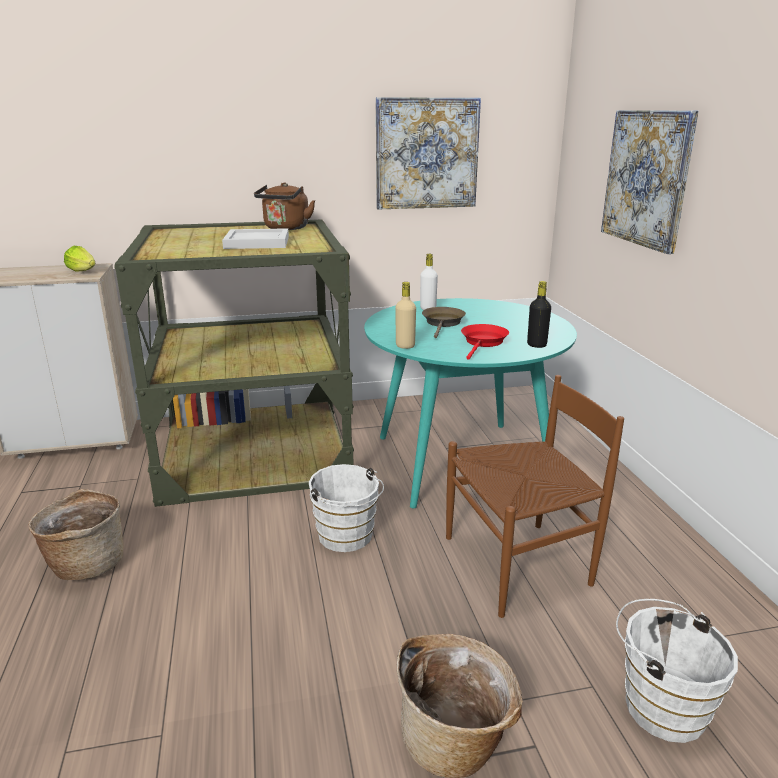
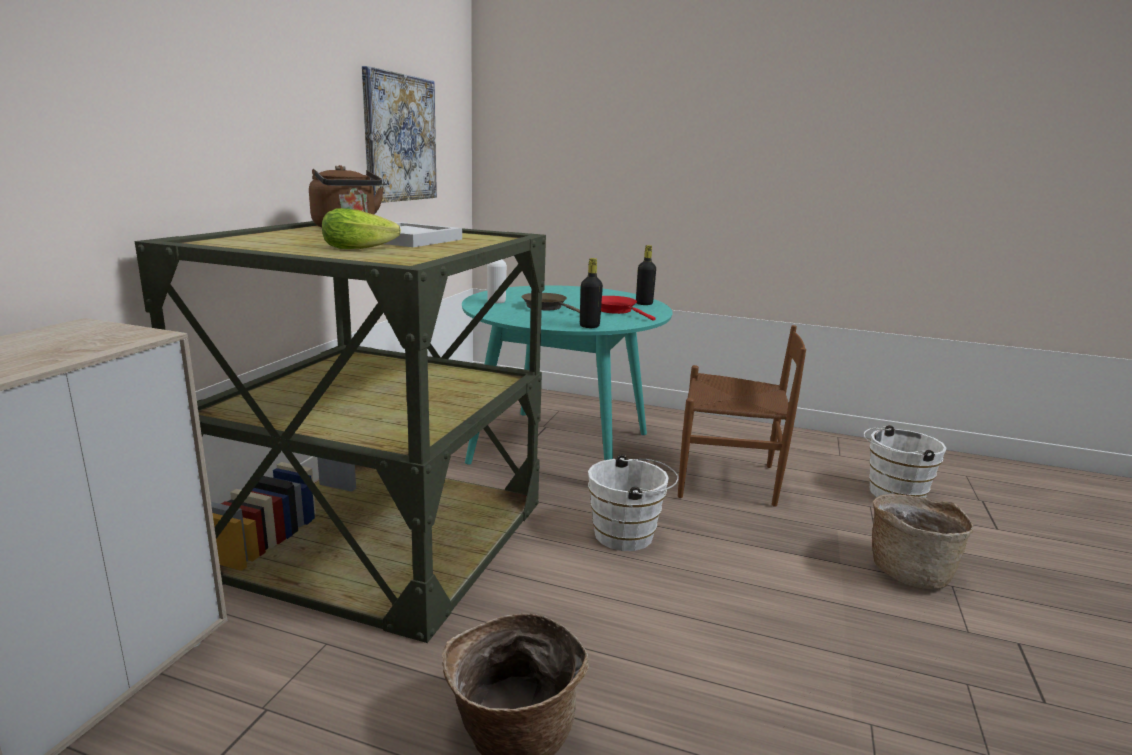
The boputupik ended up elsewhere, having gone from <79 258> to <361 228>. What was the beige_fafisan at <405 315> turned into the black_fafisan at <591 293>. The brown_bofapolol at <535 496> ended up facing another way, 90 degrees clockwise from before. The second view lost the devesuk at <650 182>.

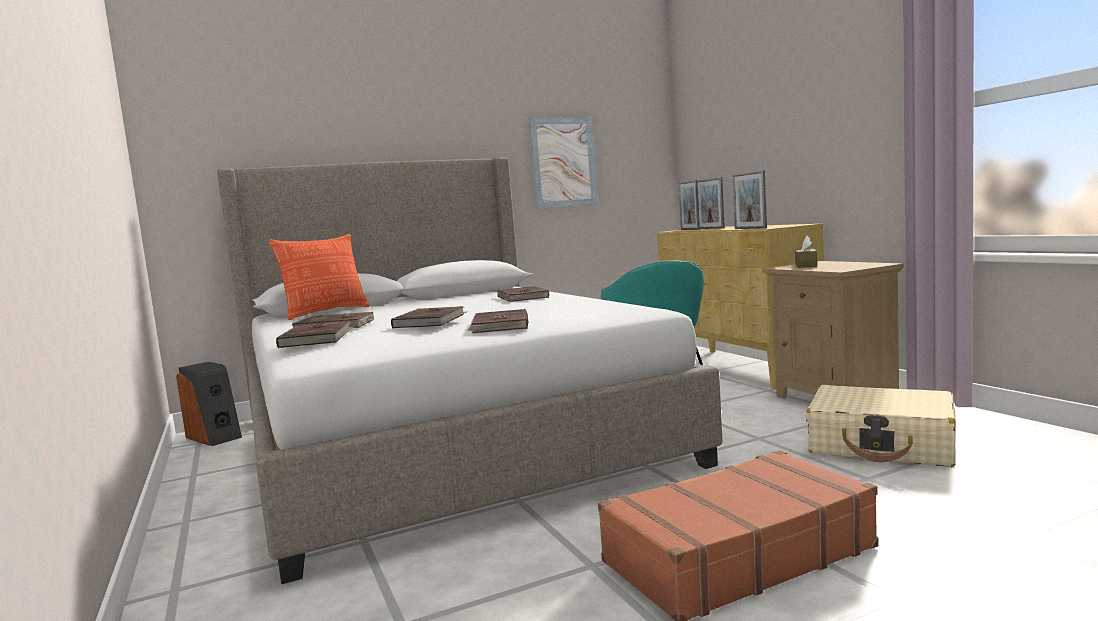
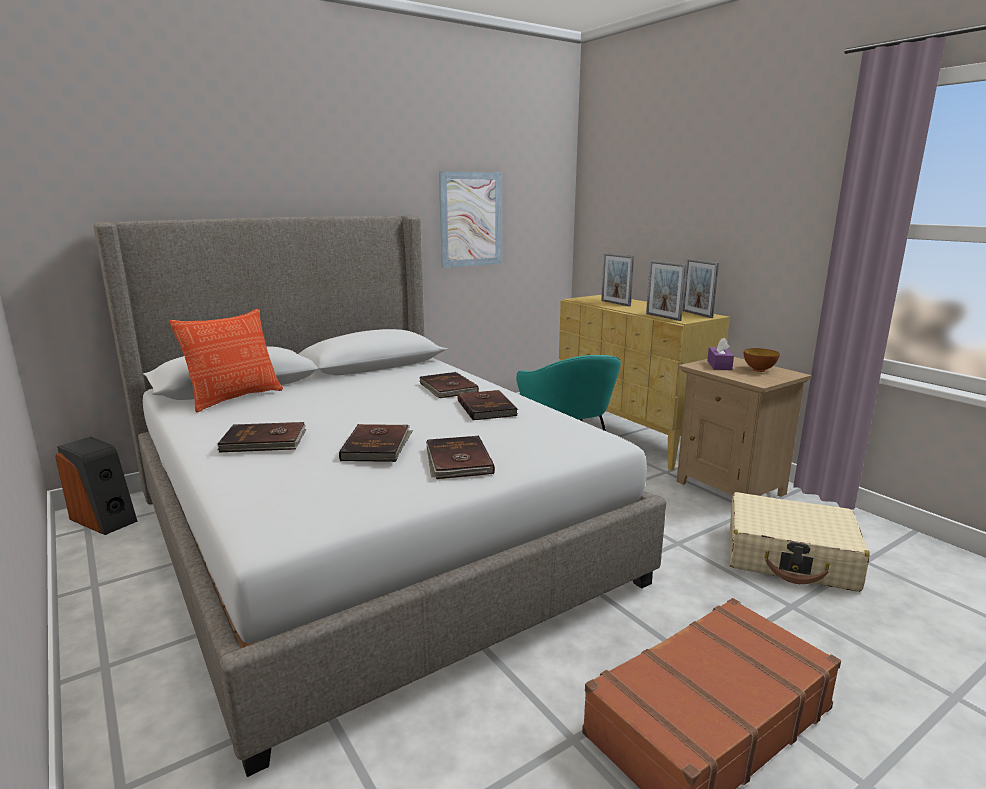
The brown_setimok ended up elsewhere, having gone from <314 334> to <487 405>. The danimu ended up elsewhere, having gone from <689 205> to <700 288>. What was the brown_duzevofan at <806 252> turned into the purple_duzevofan at <720 354>. The second view gained the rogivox at <762 360>.

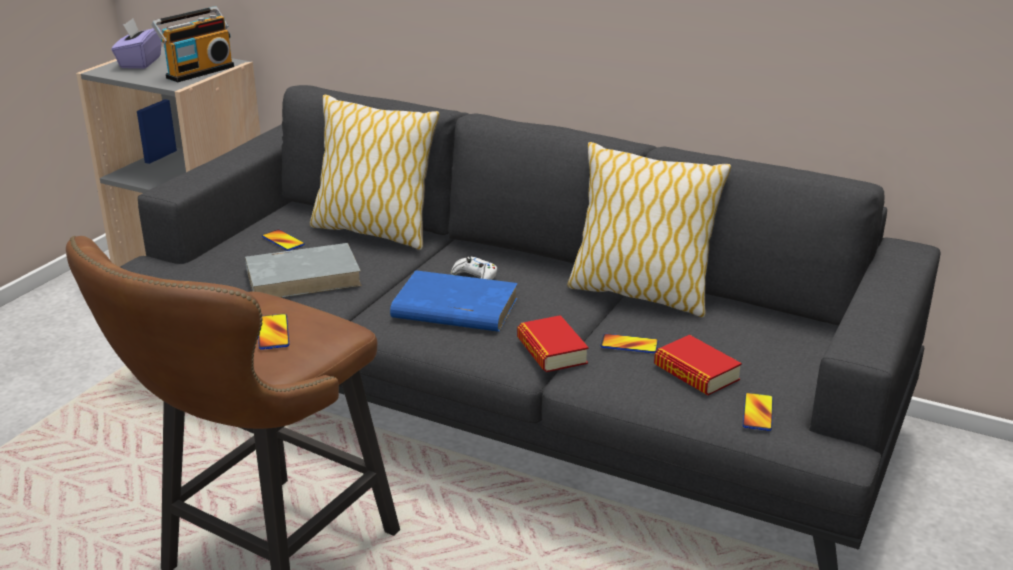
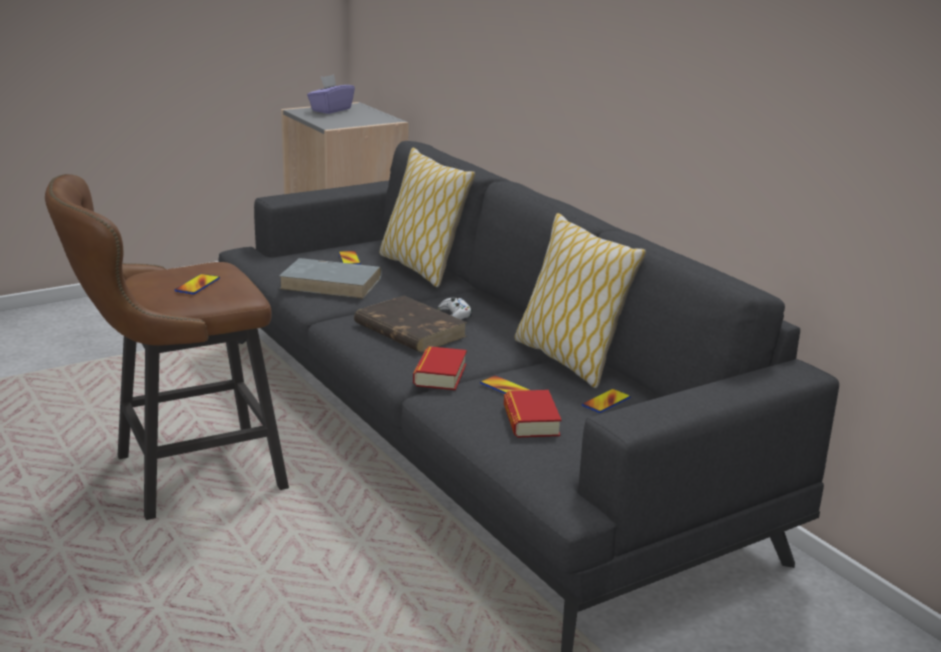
The second view lost the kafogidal at <192 44>. What was the blue_setimok at <454 301> turned into the brown_setimok at <410 324>. The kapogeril ended up elsewhere, having gone from <758 412> to <606 401>.

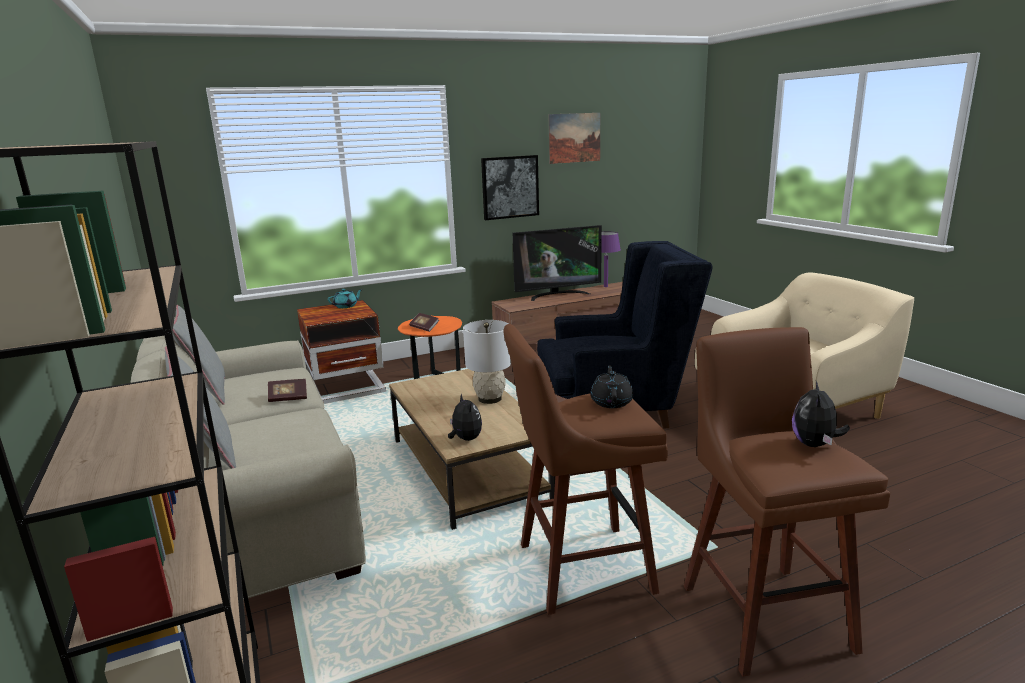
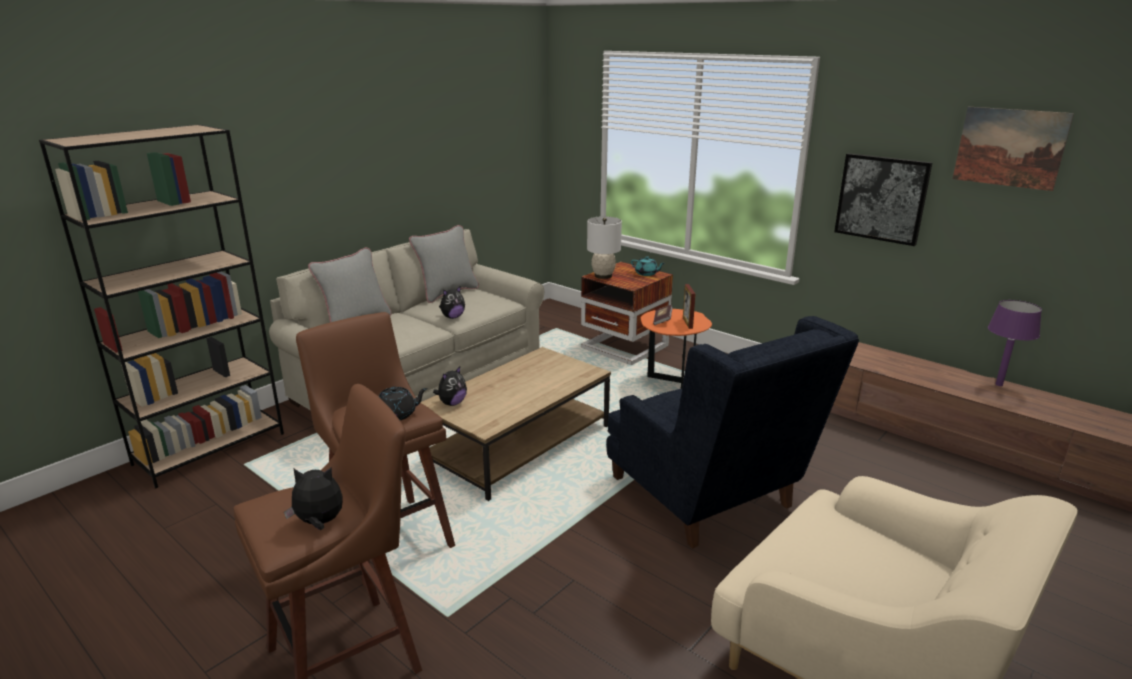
Where the setimok stood at <287 390>, the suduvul came to stand at <452 303>. The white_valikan ended up elsewhere, having gone from <487 362> to <604 247>. The second view lost the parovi at <557 263>. The second view gained the danimu at <689 306>.

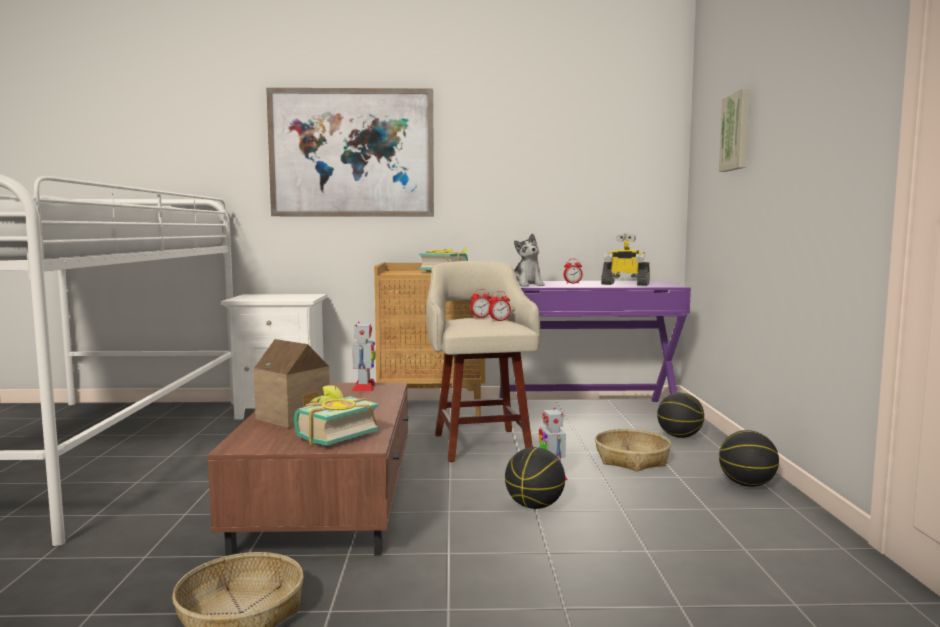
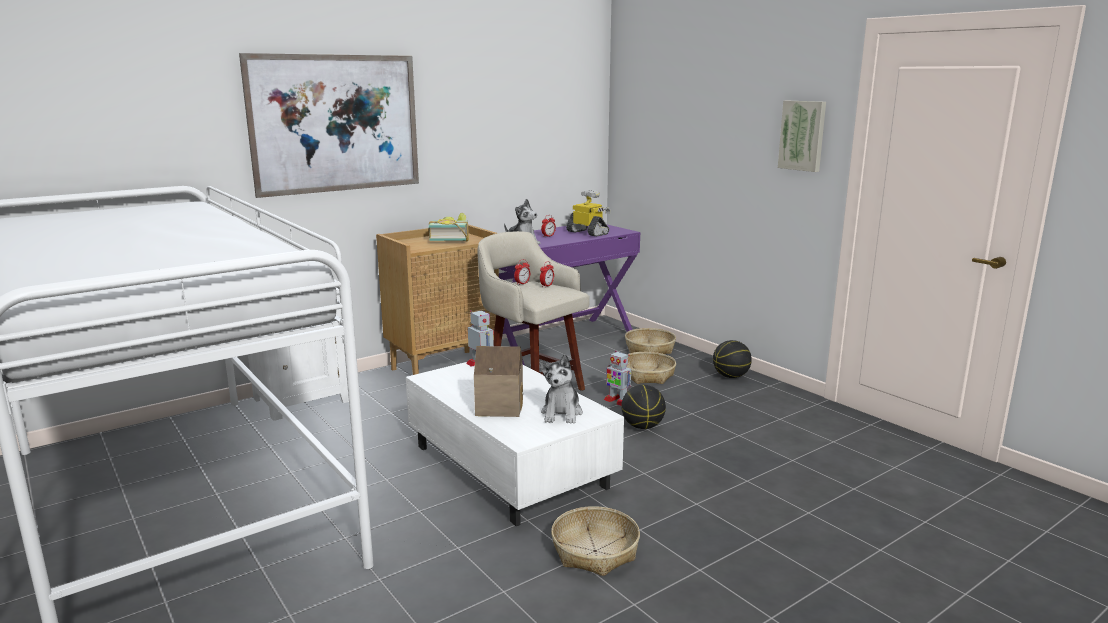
What was the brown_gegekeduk at <308 469> turned into the white_gegekeduk at <515 444>. Where the setimok stood at <336 415>, the suduvul came to stand at <561 389>. The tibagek at <625 259> ended up facing another way, 120 degrees counterclockwise from before. Where the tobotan stood at <680 415>, the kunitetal came to stand at <650 341>. The devesuk ended up elsewhere, having gone from <734 130> to <802 136>.

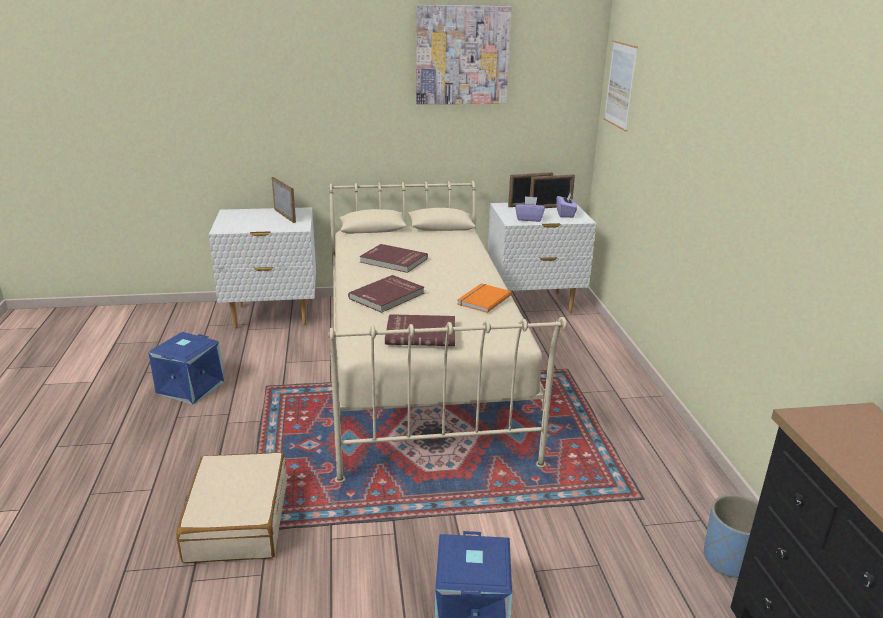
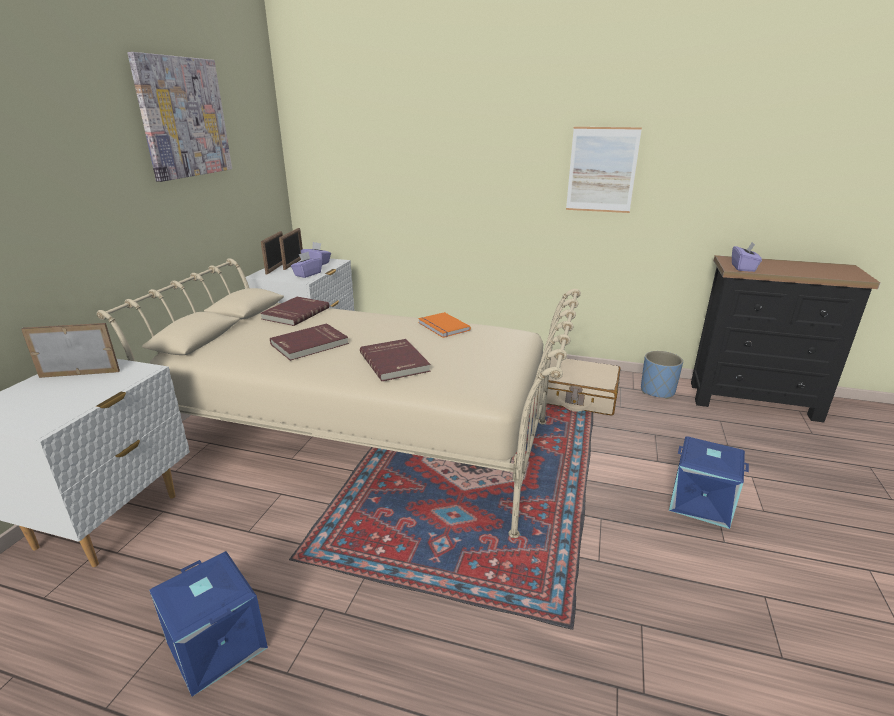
The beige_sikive ended up elsewhere, having gone from <231 507> to <579 386>. The red_setimok ended up elsewhere, having gone from <420 330> to <294 311>. The devesuk ended up elsewhere, having gone from <621 86> to <604 170>. The second view gained the purple_duzevofan at <747 257>.

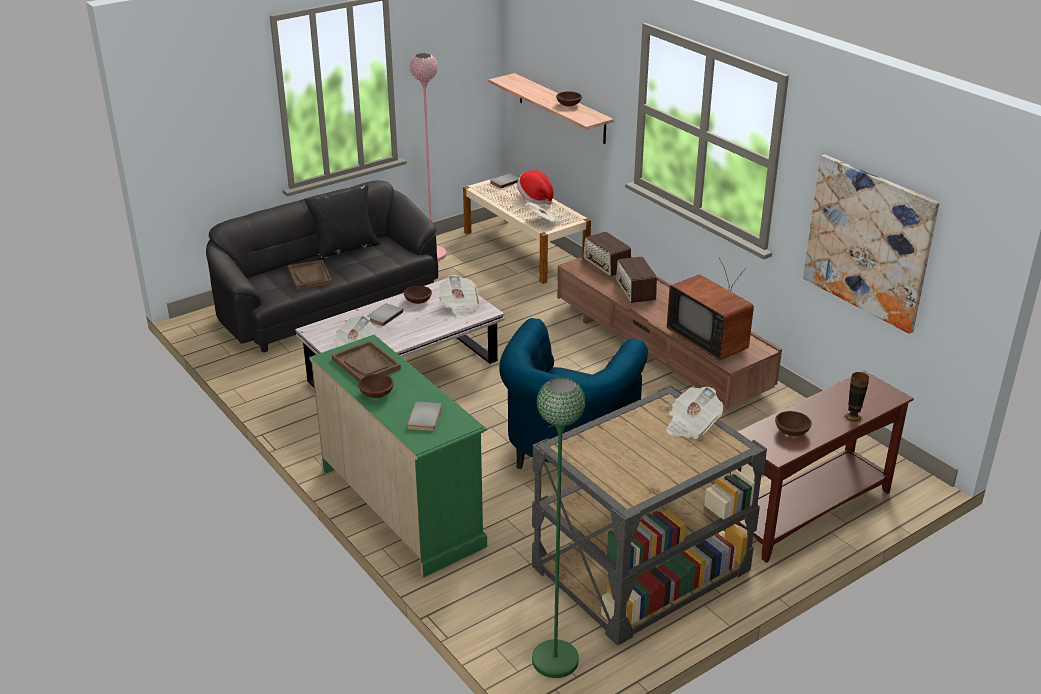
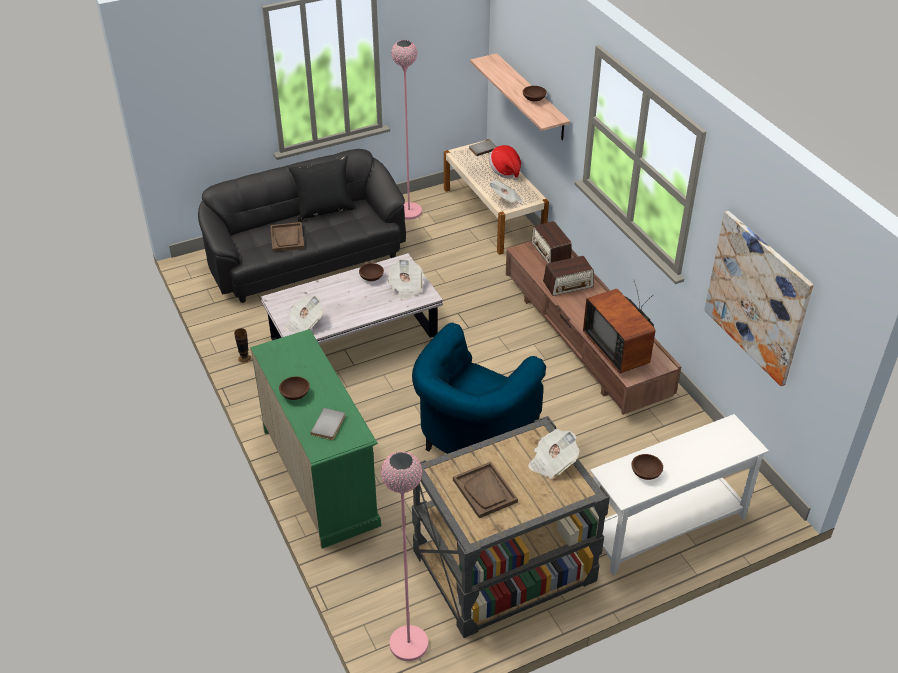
The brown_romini ended up elsewhere, having gone from <366 361> to <485 490>. The second view lost the grey_setimok at <385 314>. What was the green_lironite at <558 527> turned into the pink_lironite at <404 556>. The kafogidal at <636 279> ended up facing another way, 105 degrees counterclockwise from before. What was the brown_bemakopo at <819 467> turned into the white_bemakopo at <679 495>. The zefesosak ended up elsewhere, having gone from <856 398> to <243 346>.

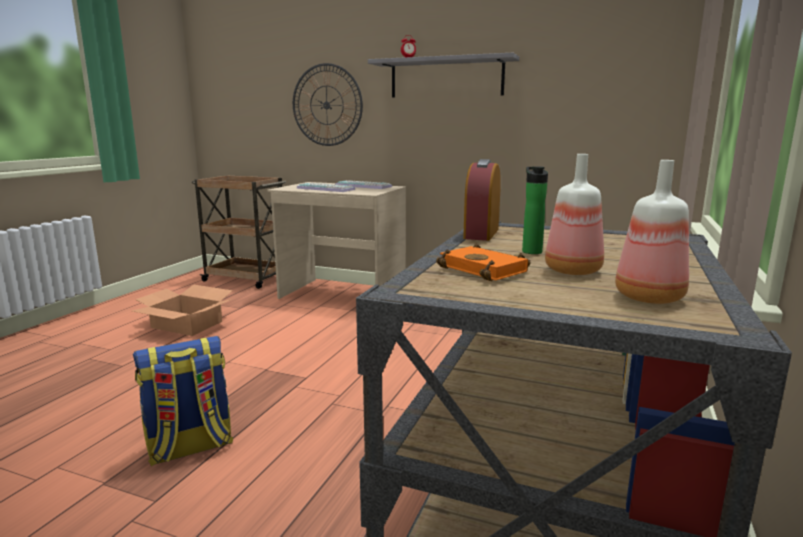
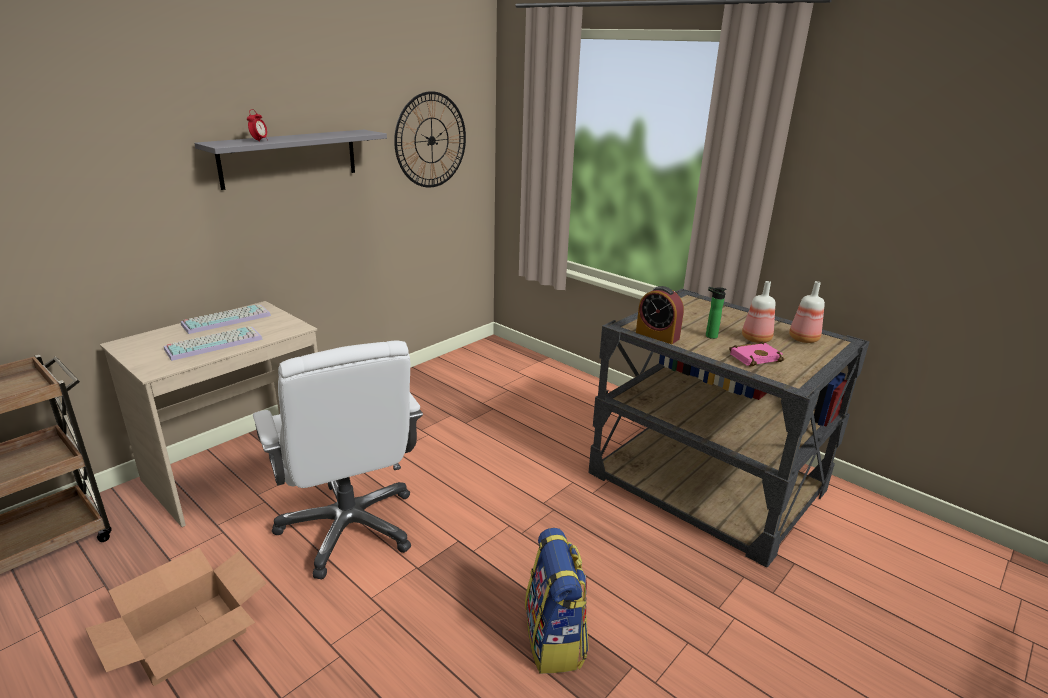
The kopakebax ended up elsewhere, having gone from <328 104> to <430 139>. What was the orange_setimok at <483 262> turned into the pink_setimok at <756 354>. The second view gained the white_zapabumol at <338 460>.

